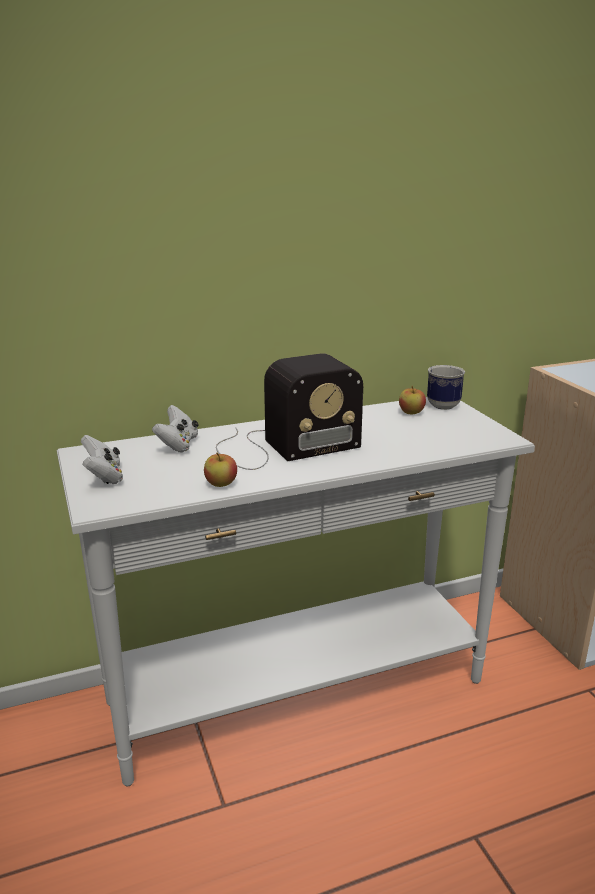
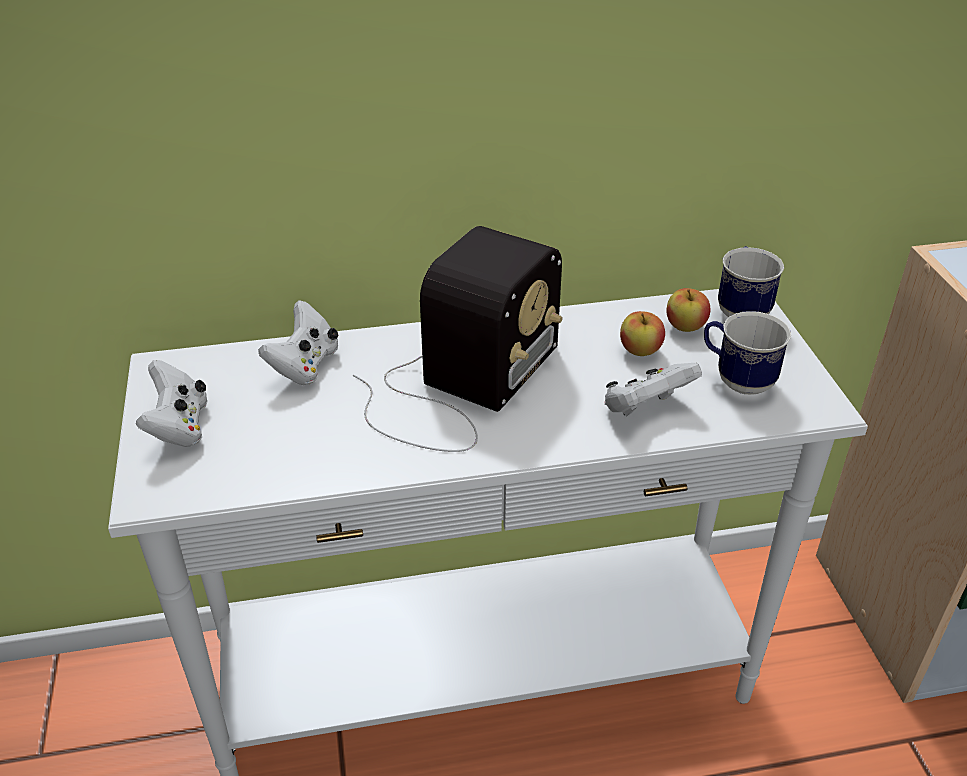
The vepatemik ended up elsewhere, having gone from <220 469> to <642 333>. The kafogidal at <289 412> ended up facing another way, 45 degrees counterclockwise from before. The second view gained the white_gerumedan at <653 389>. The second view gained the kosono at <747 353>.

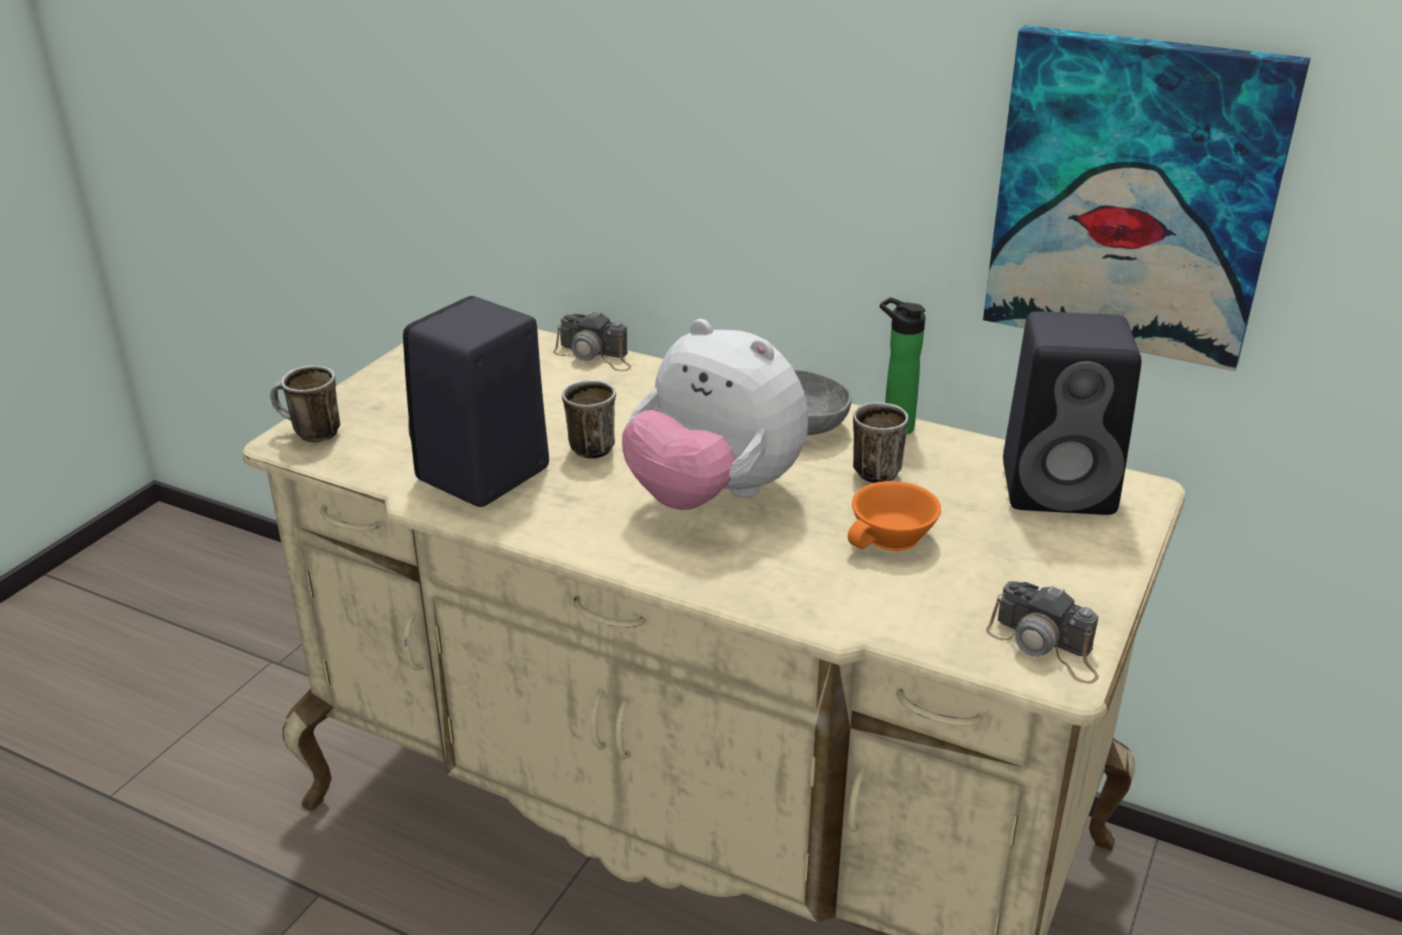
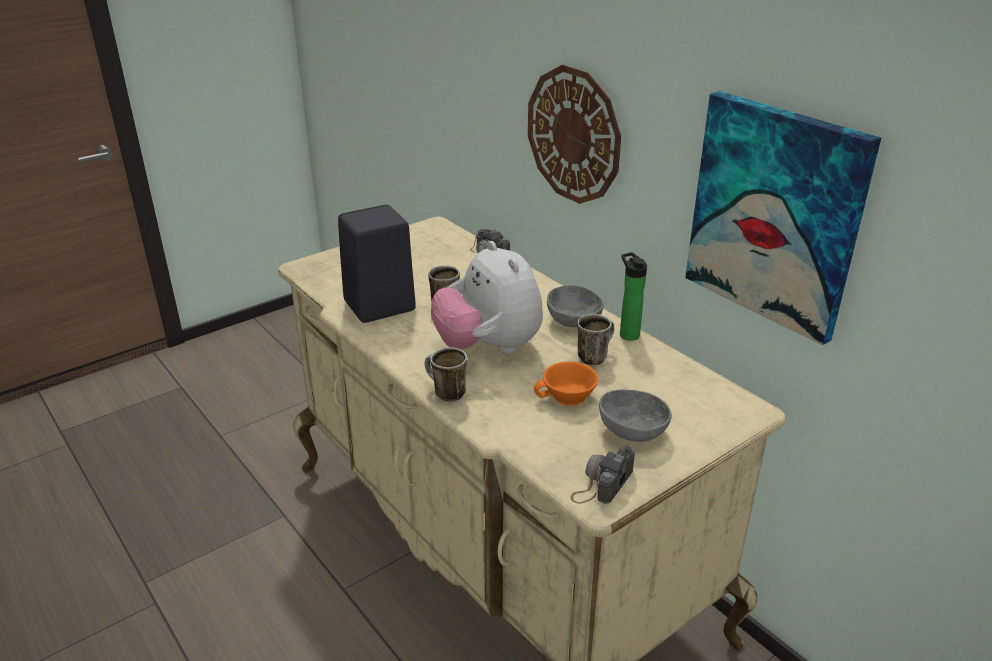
The kosono ended up elsewhere, having gone from <305 404> to <446 374>. The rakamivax at <1042 632> ended up facing another way, 60 degrees clockwise from before. The second view lost the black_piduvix at <1072 413>. The second view gained the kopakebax at <574 134>. The second view gained the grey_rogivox at <635 415>.

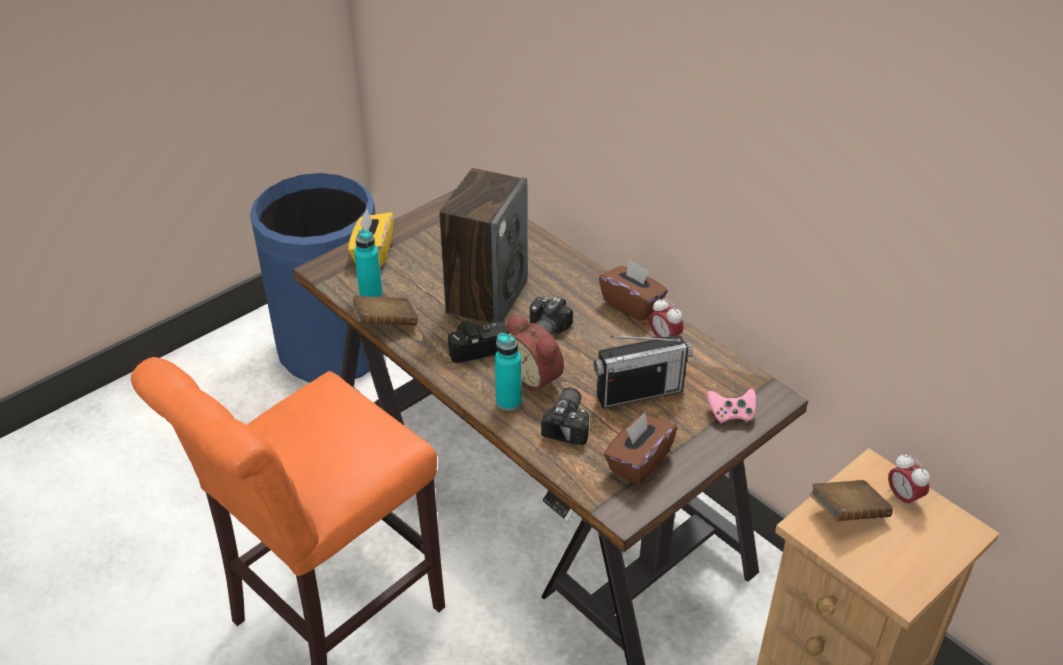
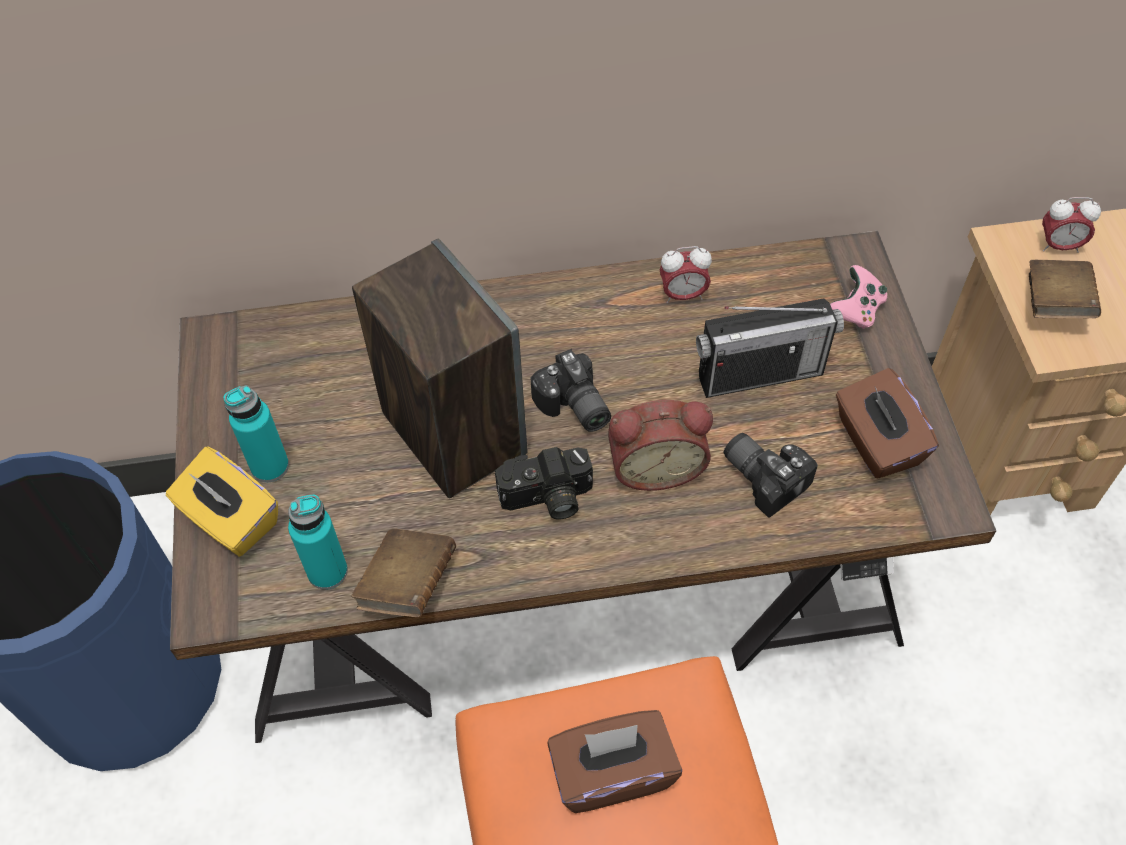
The rakamivax at <478 342> ended up facing another way, 120 degrees counterclockwise from before. The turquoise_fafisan ended up elsewhere, having gone from <508 372> to <256 434>. The kafogidal at <643 371> ended up facing another way, 60 degrees clockwise from before. The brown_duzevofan ended up elsewhere, having gone from <633 290> to <614 761>.

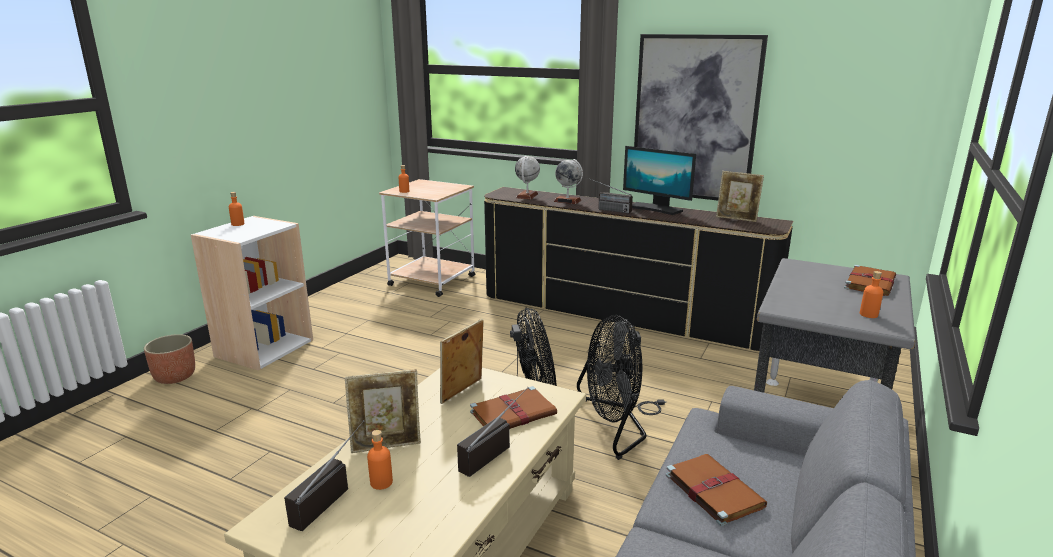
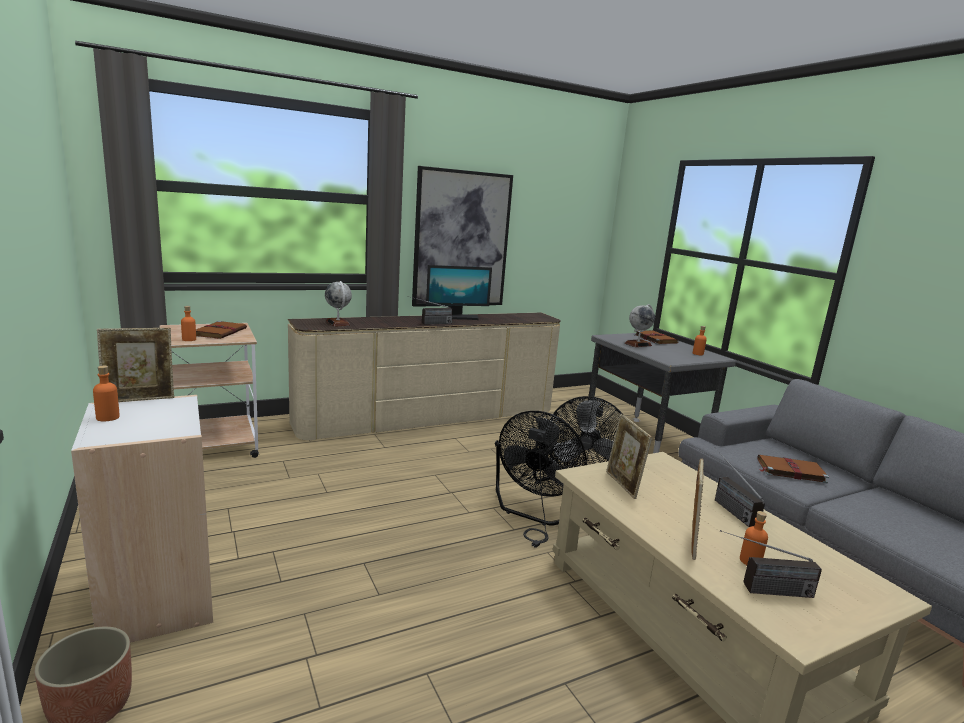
The kafogidal at <324 475> ended up facing another way, 60 degrees counterclockwise from before. The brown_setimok ended up elsewhere, having gone from <513 407> to <221 330>. What was the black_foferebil at <638 269> turned into the beige_foferebil at <424 376>. The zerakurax ended up elsewhere, having gone from <568 181> to <639 325>. The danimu ended up elsewhere, having gone from <740 196> to <135 365>.

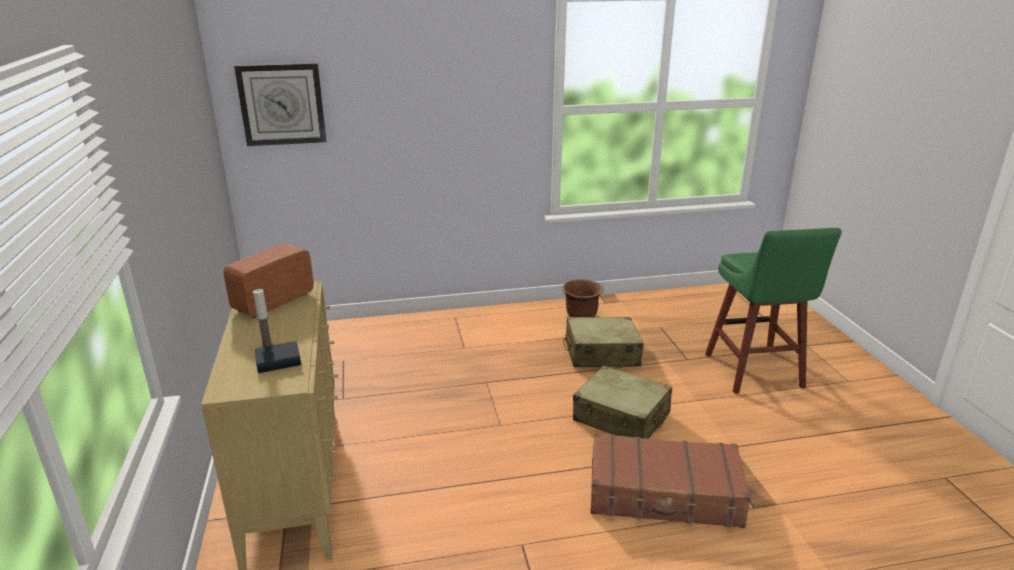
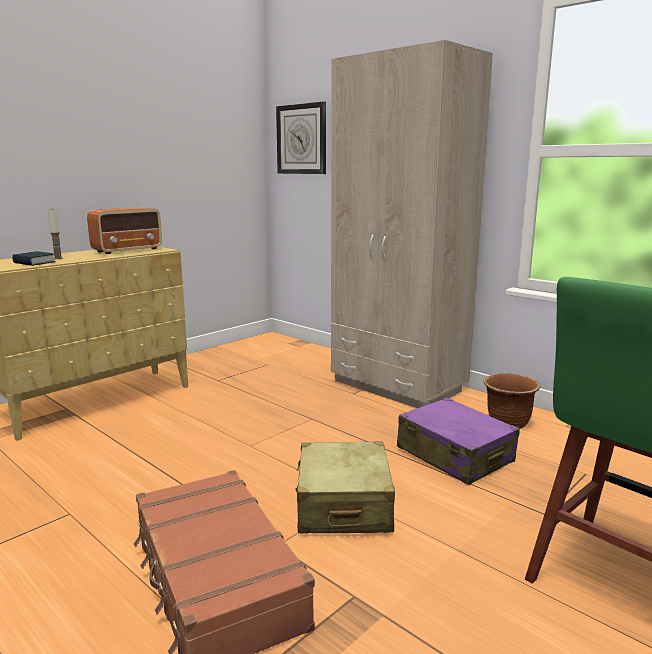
The kafogidal at <269 280> ended up facing another way, 135 degrees clockwise from before. What was the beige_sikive at <603 342> turned into the purple_sikive at <458 441>. The second view gained the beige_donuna at <412 224>.

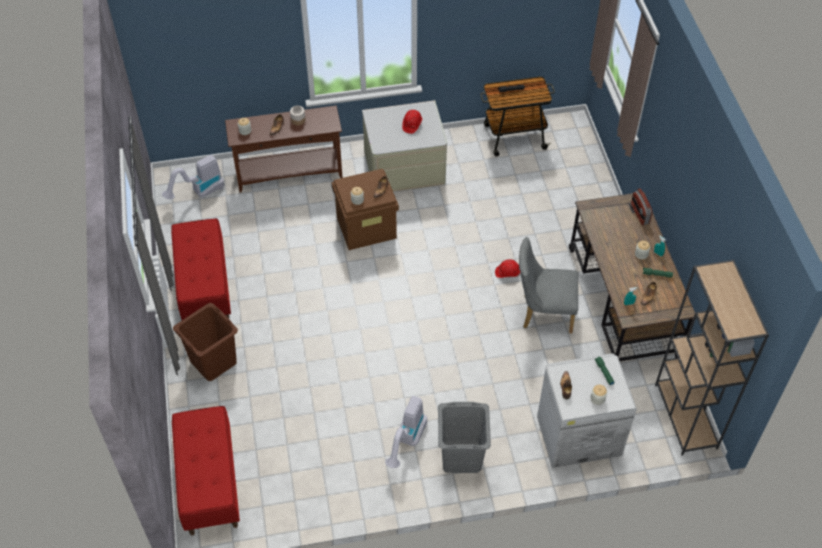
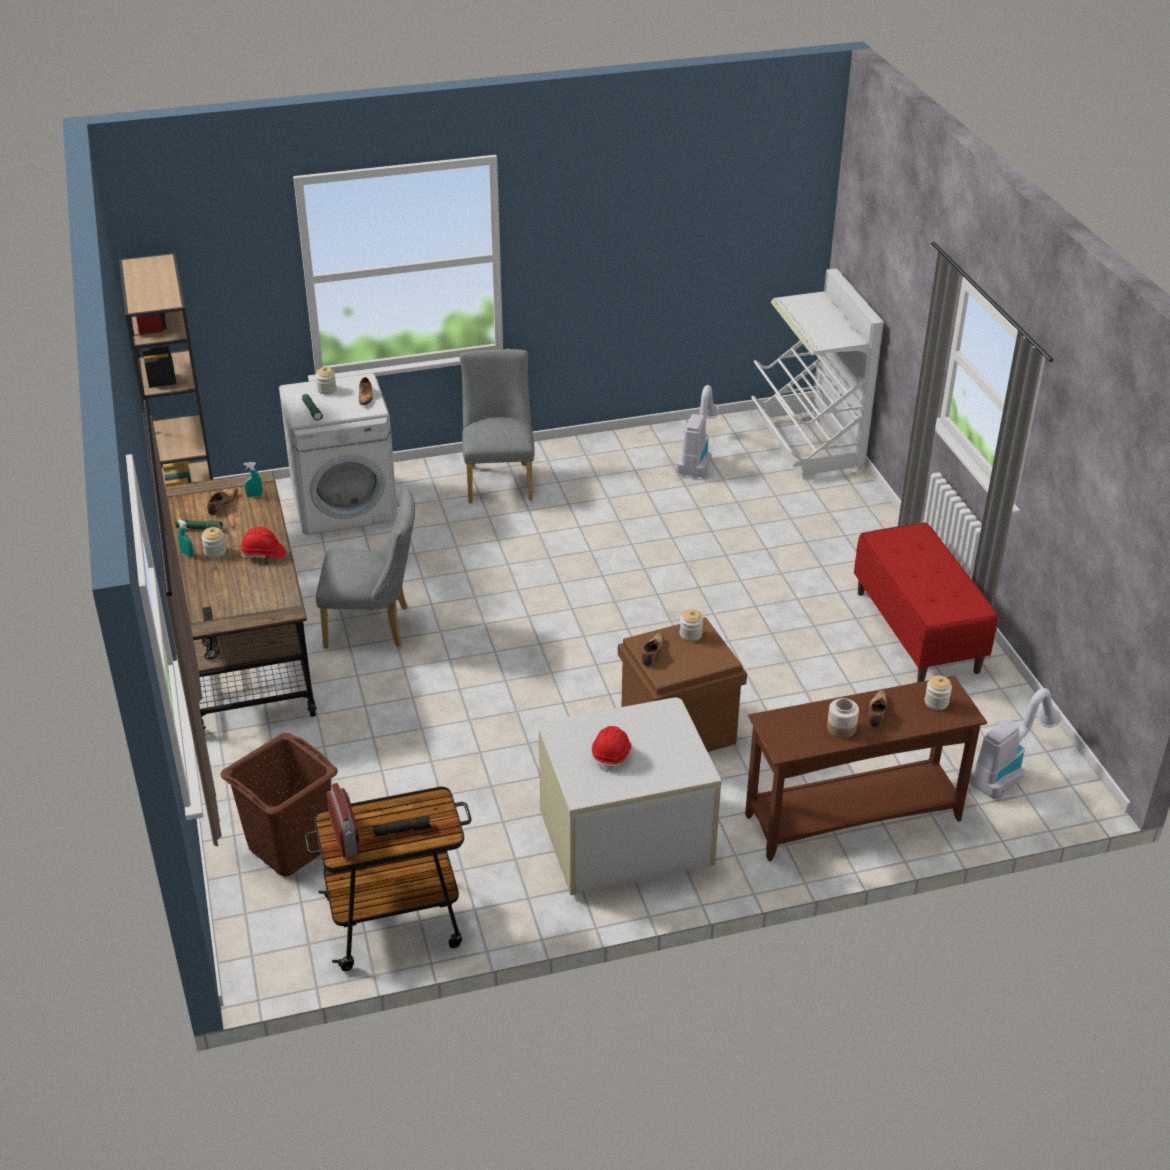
Where the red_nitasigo stood at <206 470>, the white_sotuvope came to stand at <817 374>. The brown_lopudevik ended up elsewhere, having gone from <205 342> to <279 804>. The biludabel ended up elsewhere, having gone from <406 432> to <697 431>. Where the grey_lopudevik stood at <464 437>, the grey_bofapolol came to stand at <497 426>. The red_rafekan ended up elsewhere, having gone from <507 268> to <262 542>. The kafogidal ended up elsewhere, having gone from <642 206> to <343 820>.

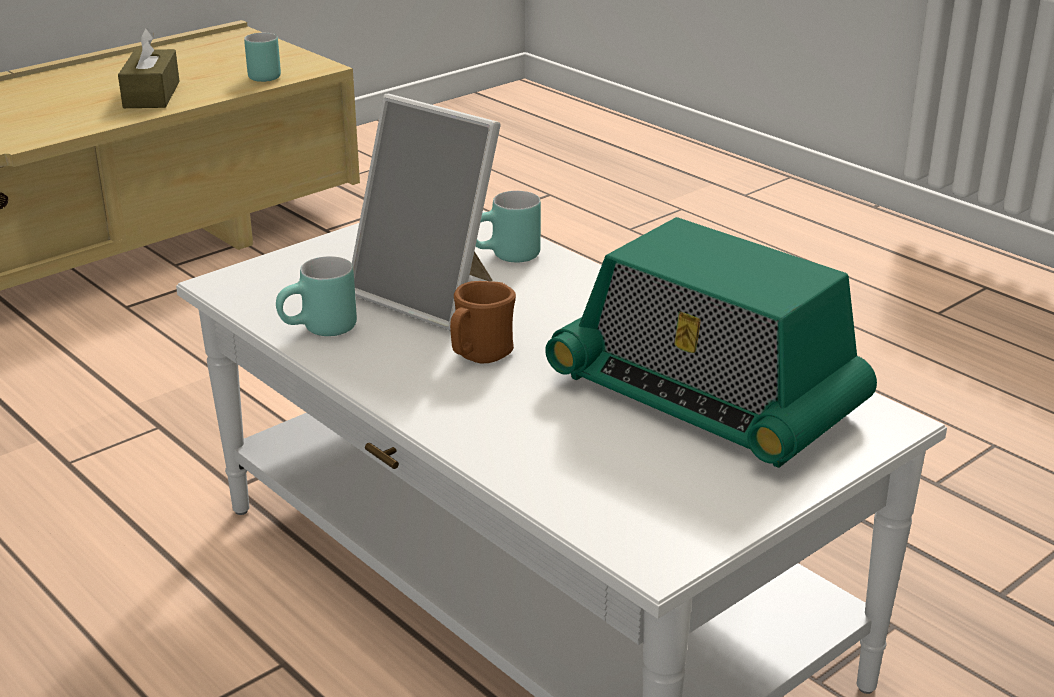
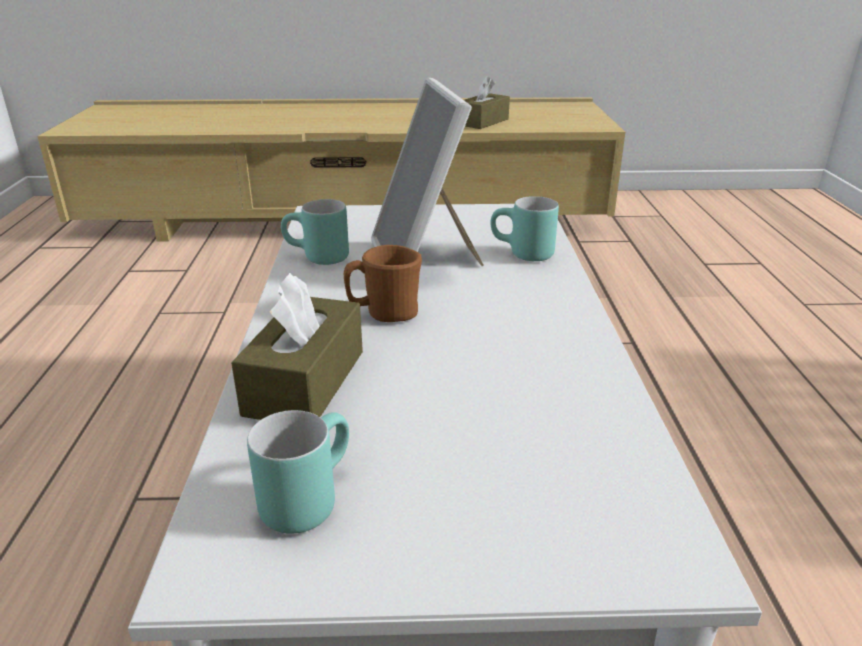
The turquoise_kosono ended up elsewhere, having gone from <262 57> to <298 472>. The second view lost the kafogidal at <711 342>. The second view gained the brown_duzevofan at <297 346>.

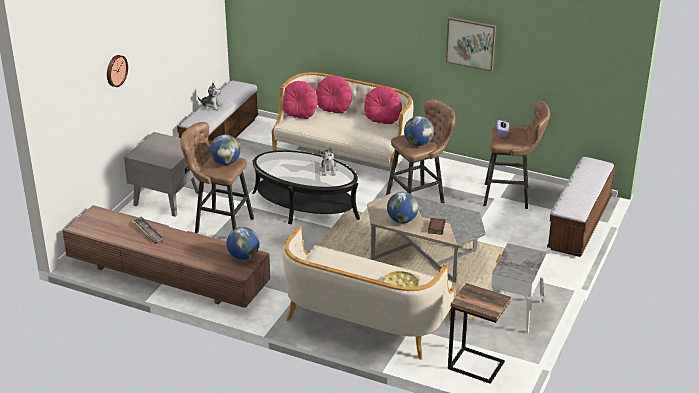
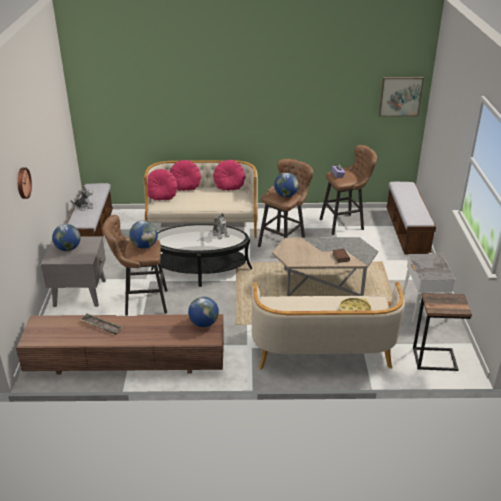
The zerakurax ended up elsewhere, having gone from <403 207> to <66 237>. The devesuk ended up elsewhere, having gone from <471 44> to <401 96>.

